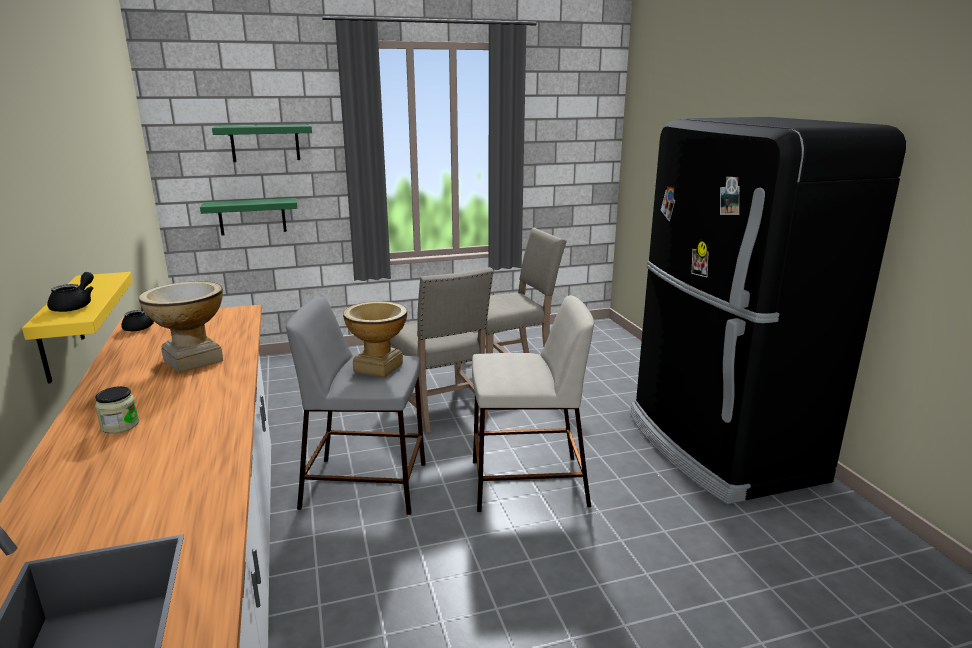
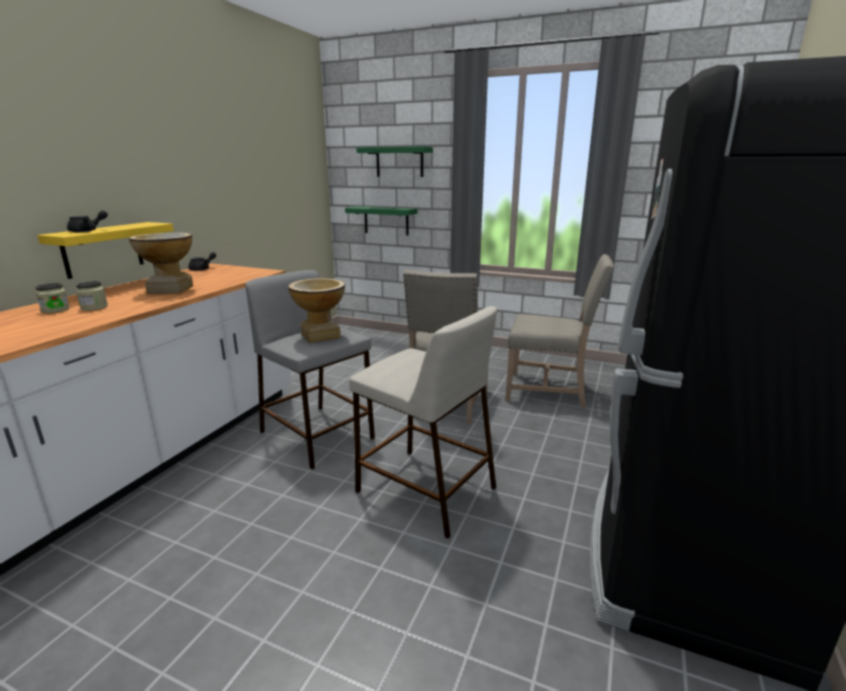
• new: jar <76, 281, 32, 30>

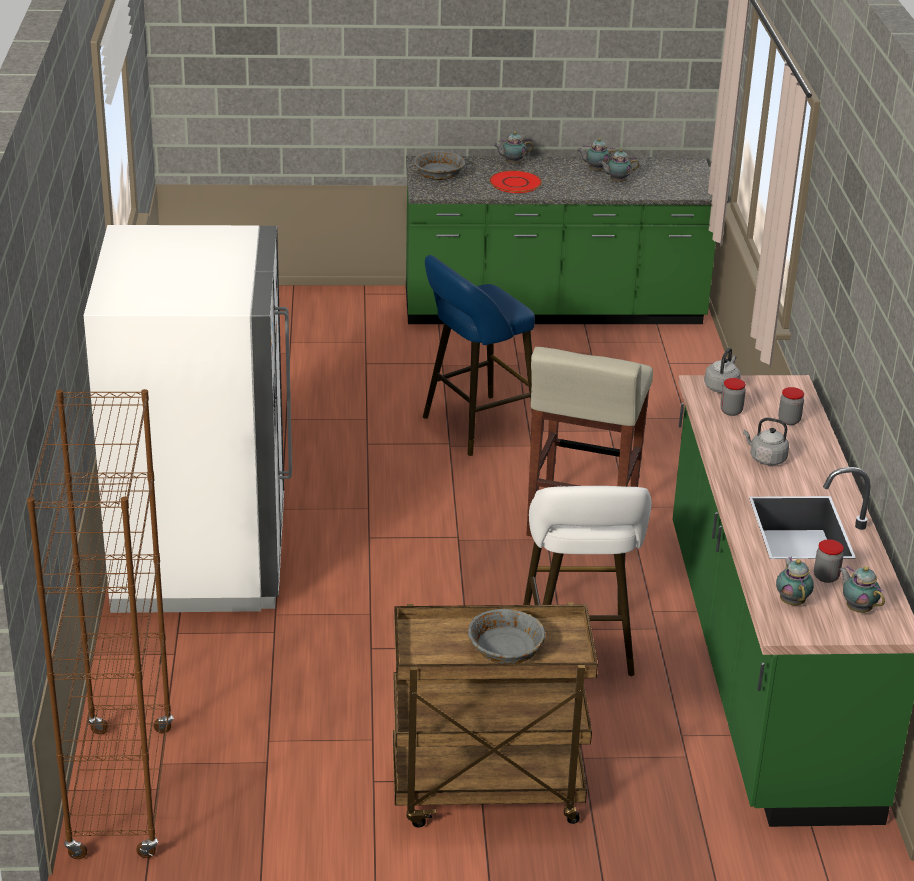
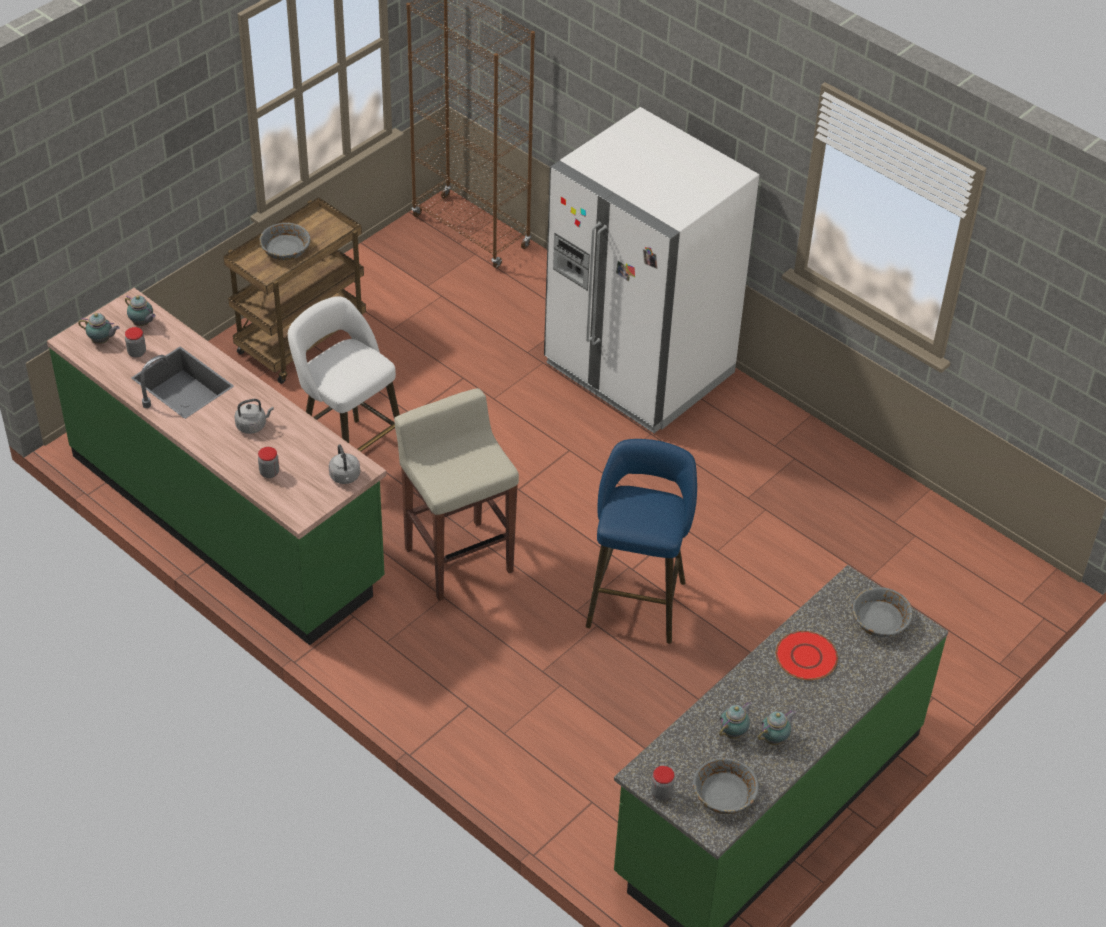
• shifted: jar <720, 378, 26, 38> to <651, 766, 24, 34>
• new: greyish bowl <693, 758, 66, 56>
• gone: pot for tea <494, 132, 40, 32>

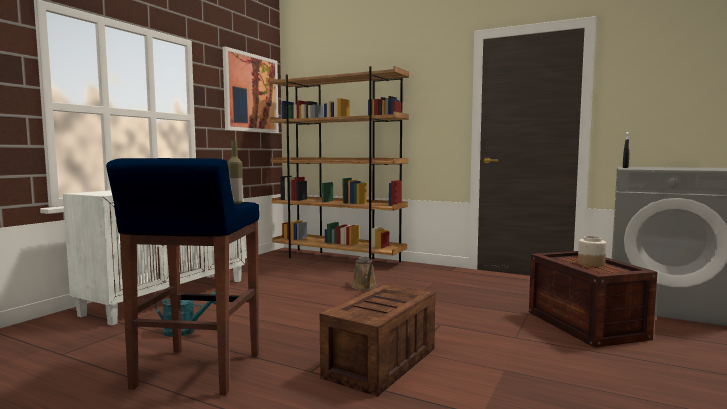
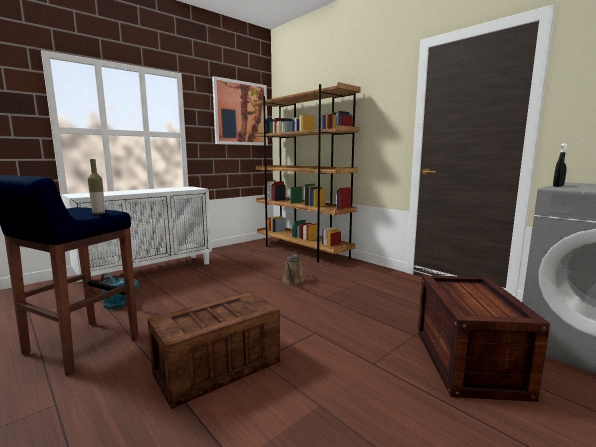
• gone: jar <578, 236, 28, 31>

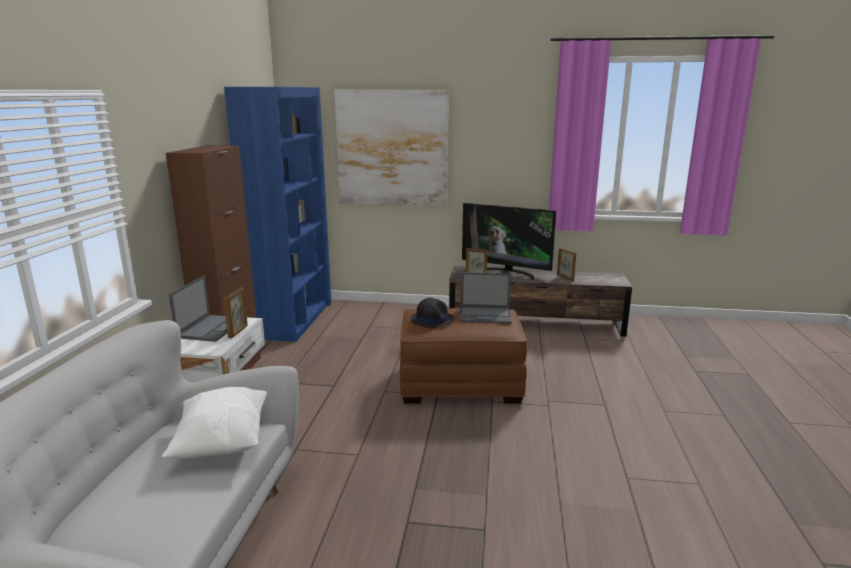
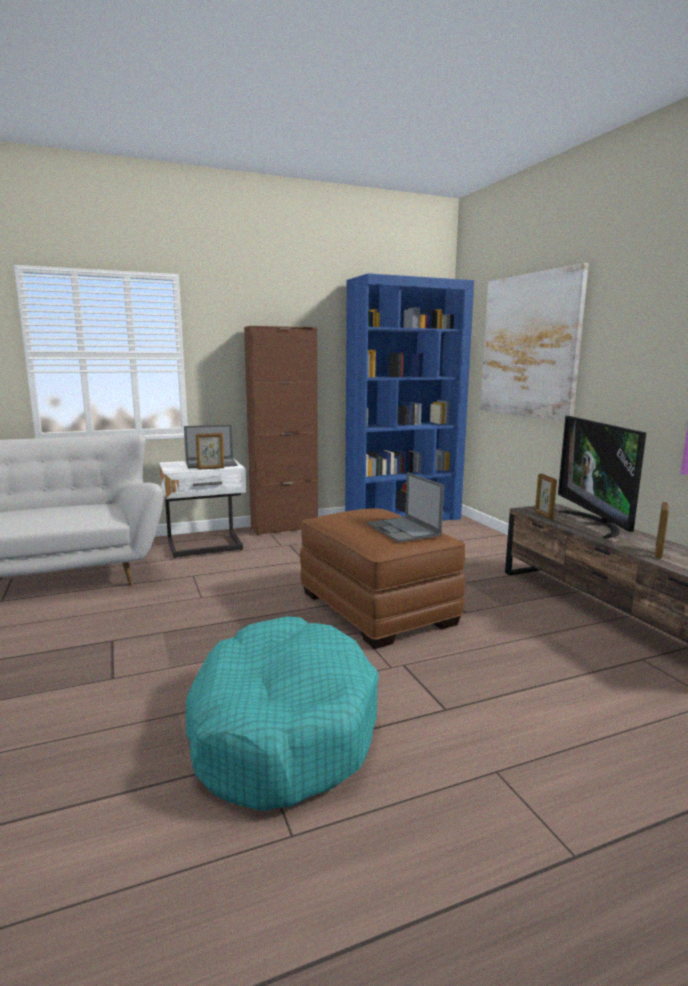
• new: turquoise-coloured dog bed <185, 616, 194, 195>
• gone: whitish throw pillow <162, 387, 105, 72>
• gone: black hat <410, 298, 44, 31>

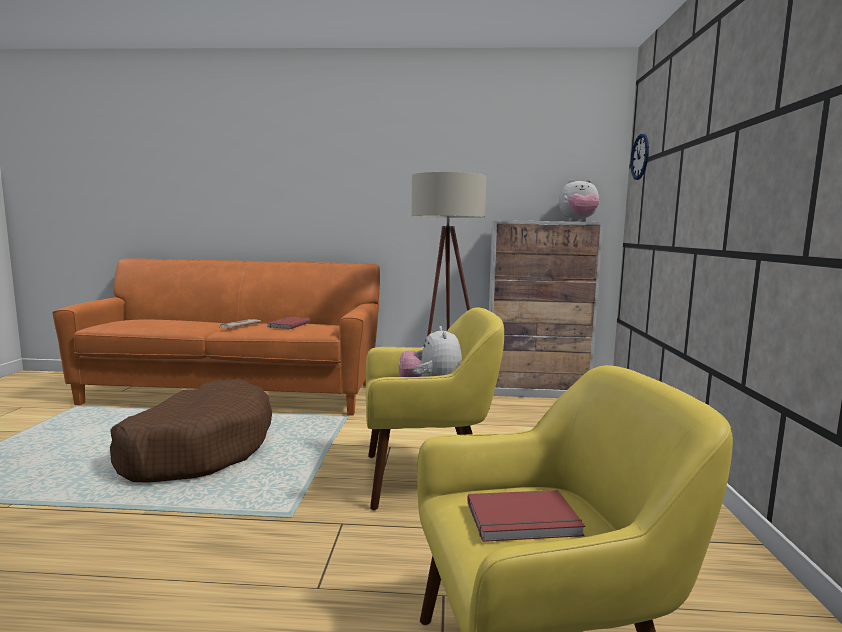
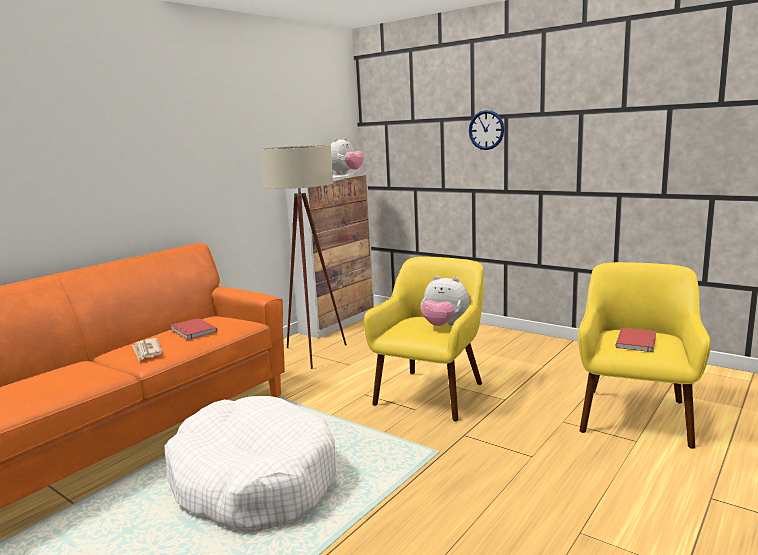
• repainted: brown-coloured dog bed <110, 379, 162, 104> to whitish dog bed <165, 396, 171, 136>
• shifted: clock on the wall <630, 134, 19, 46> to <469, 110, 35, 40>

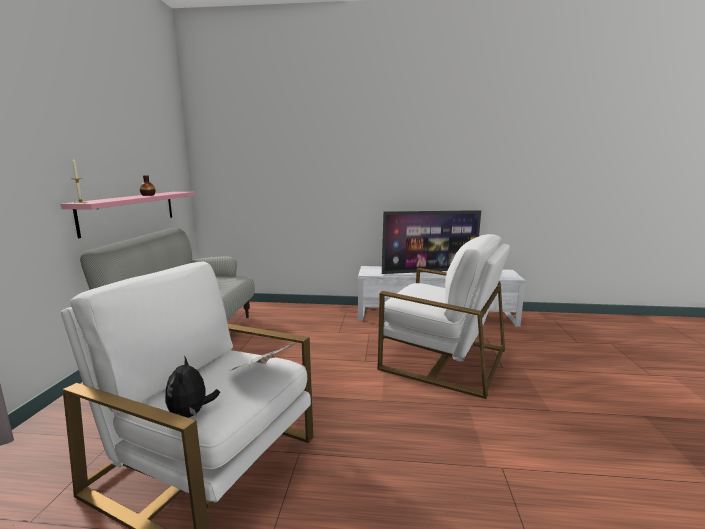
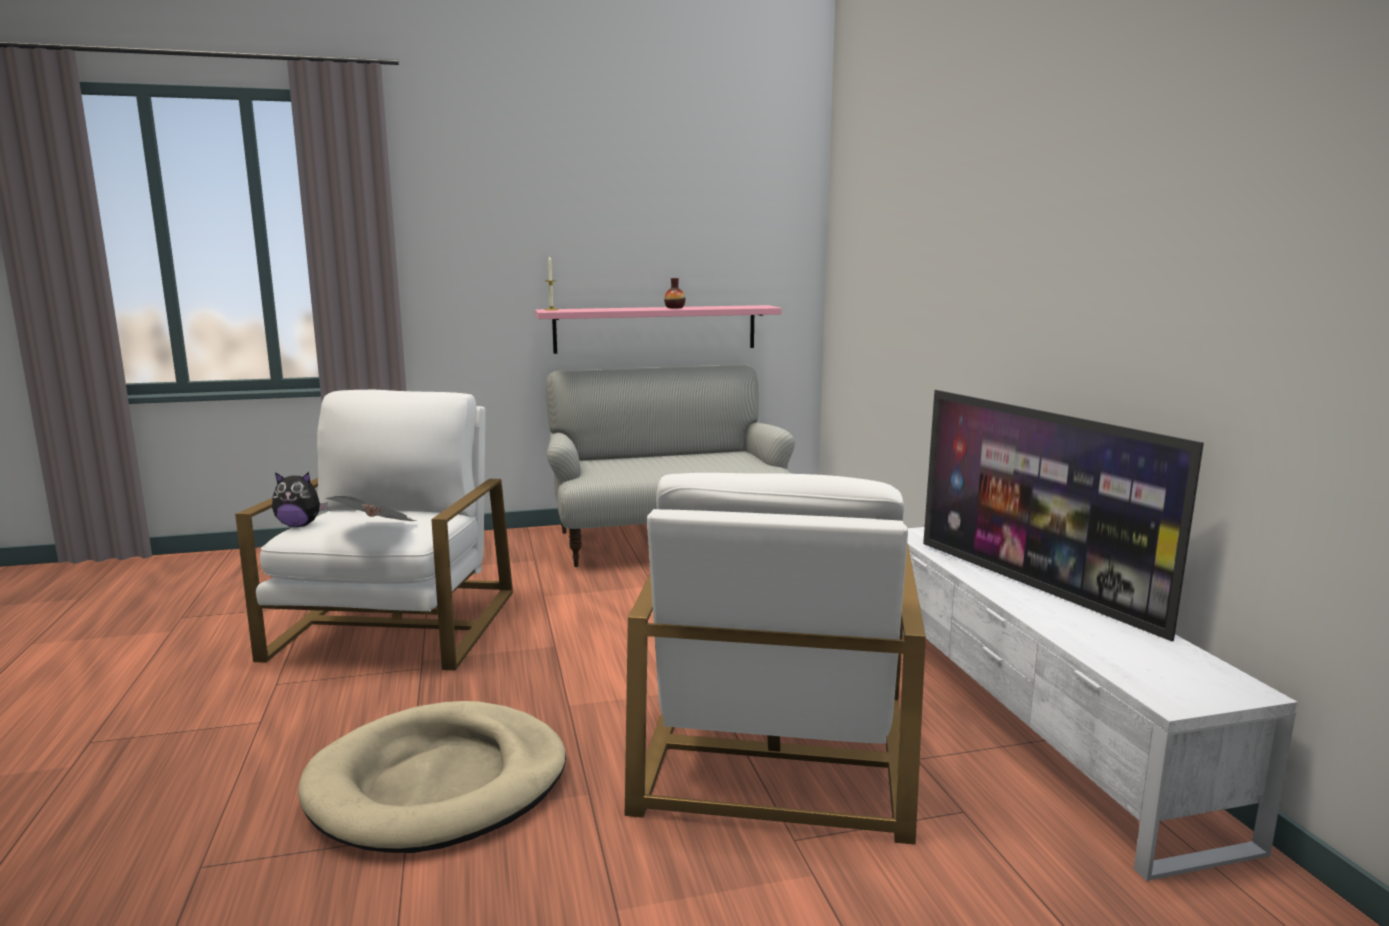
• rotated: cuddly toy <165, 356, 55, 62> = <272, 472, 56, 55> 150 degrees counterclockwise
• new: sand-coloured dog bed <298, 701, 268, 152>

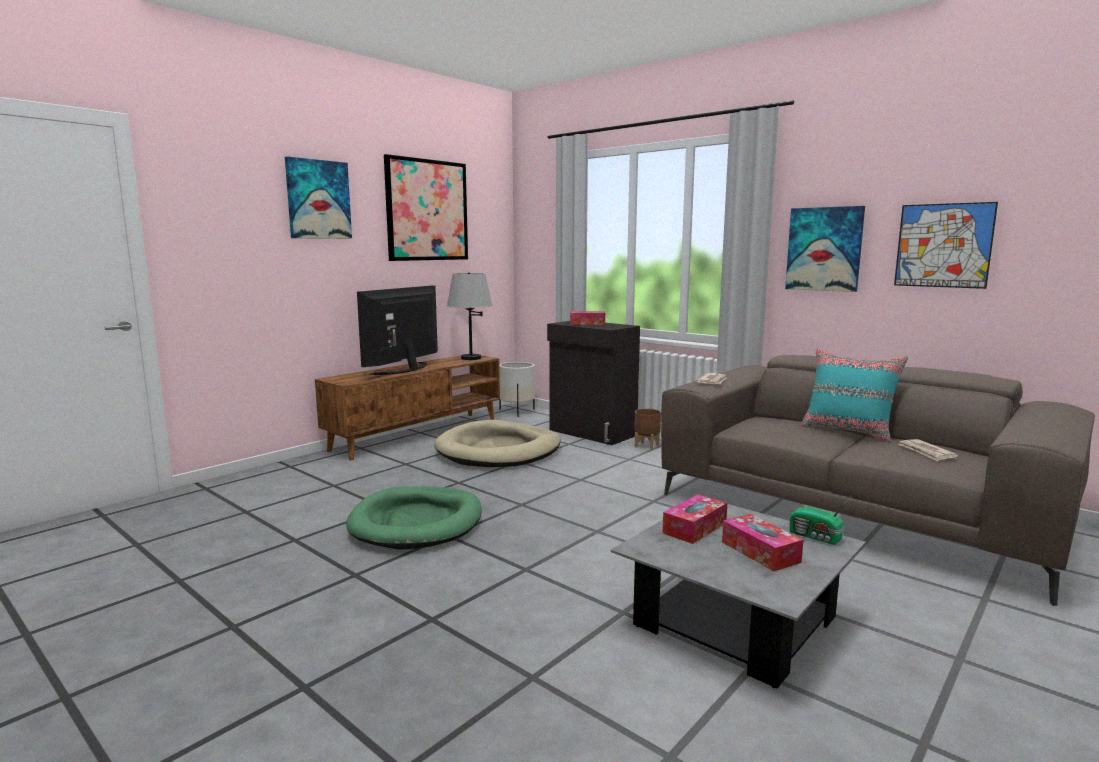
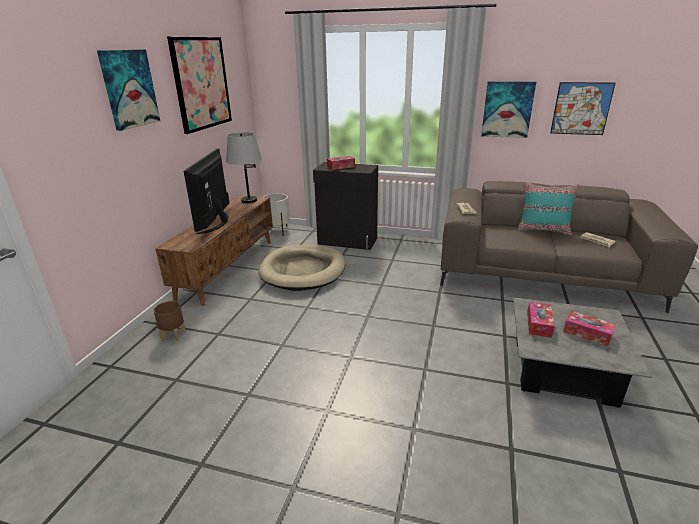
• shifted: brown-coloured flower pot <634, 409, 27, 41> to <153, 301, 33, 41>
• gone: green-coloured dog bed <346, 486, 136, 64>
• gone: radio <789, 496, 62, 49>

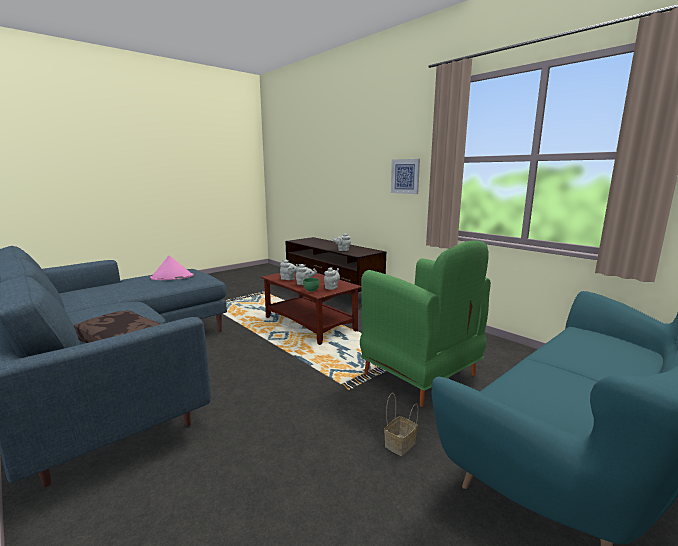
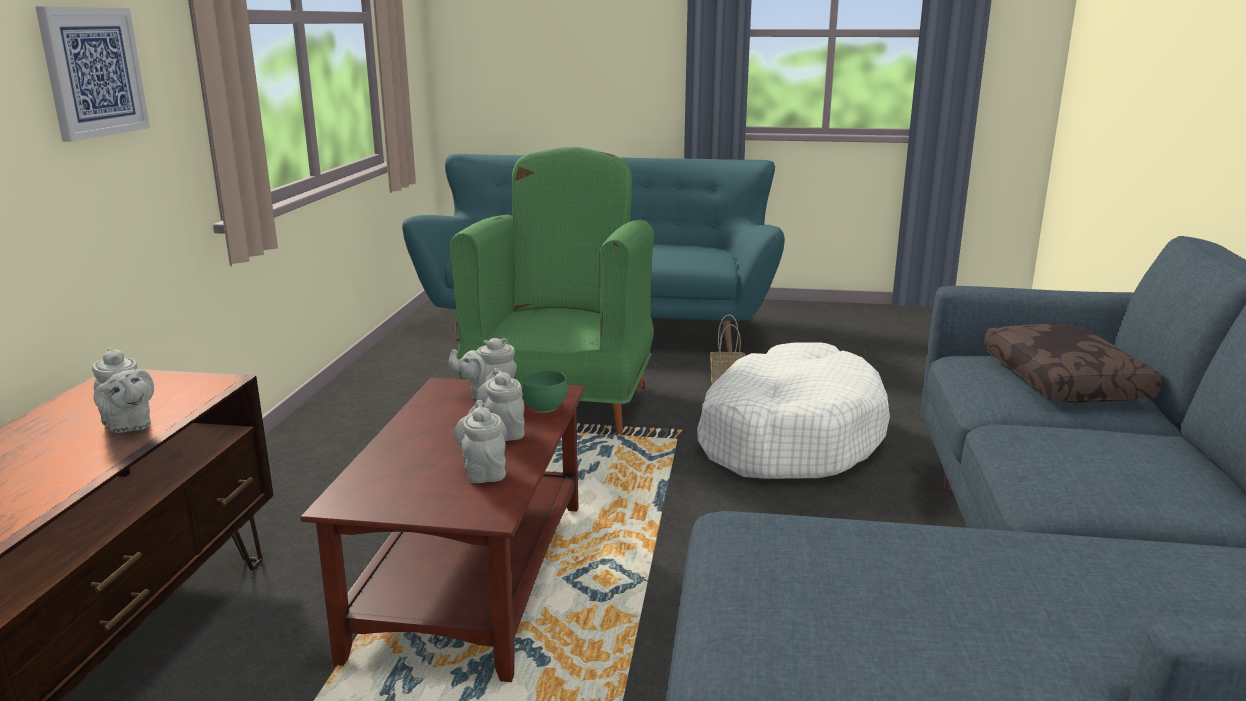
• new: whitish dog bed <697, 343, 193, 136>
• gone: pink-coloured hat <150, 255, 44, 25>

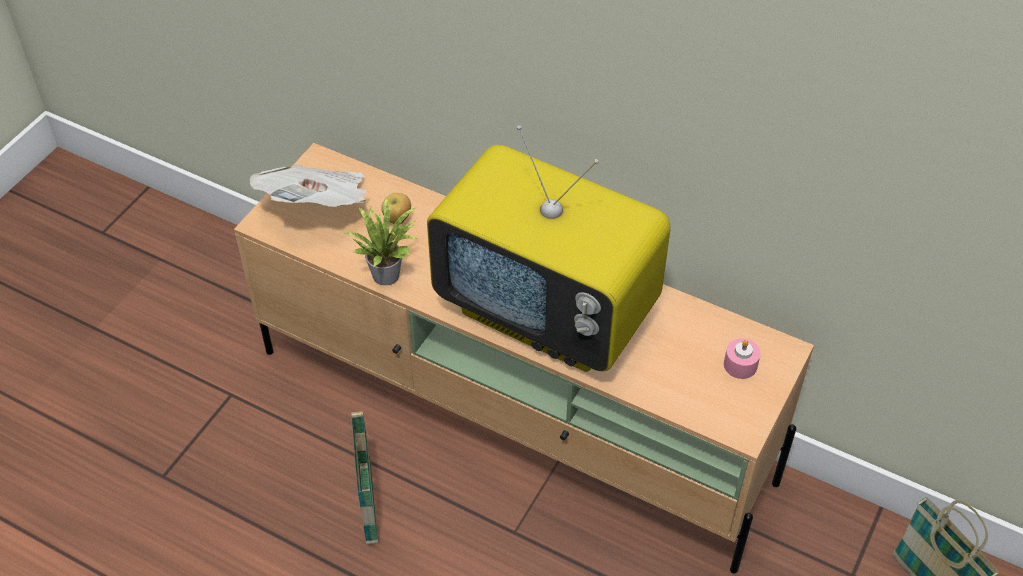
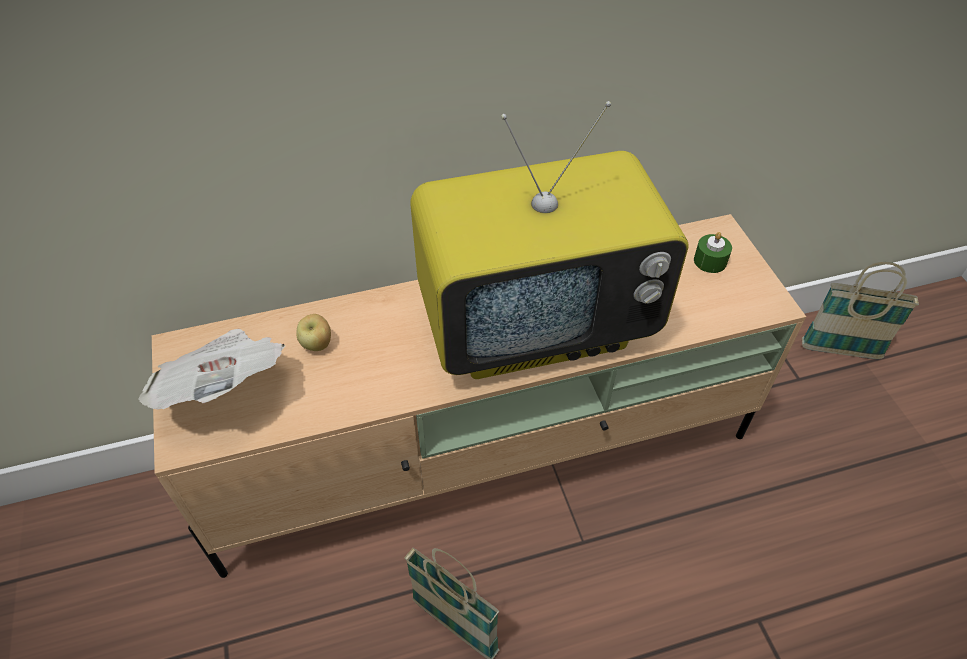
• repainted: pink-coloured candle <724, 338, 37, 41> to green-coloured candle <694, 232, 38, 41>
• gone: potted plant <345, 197, 74, 88>

